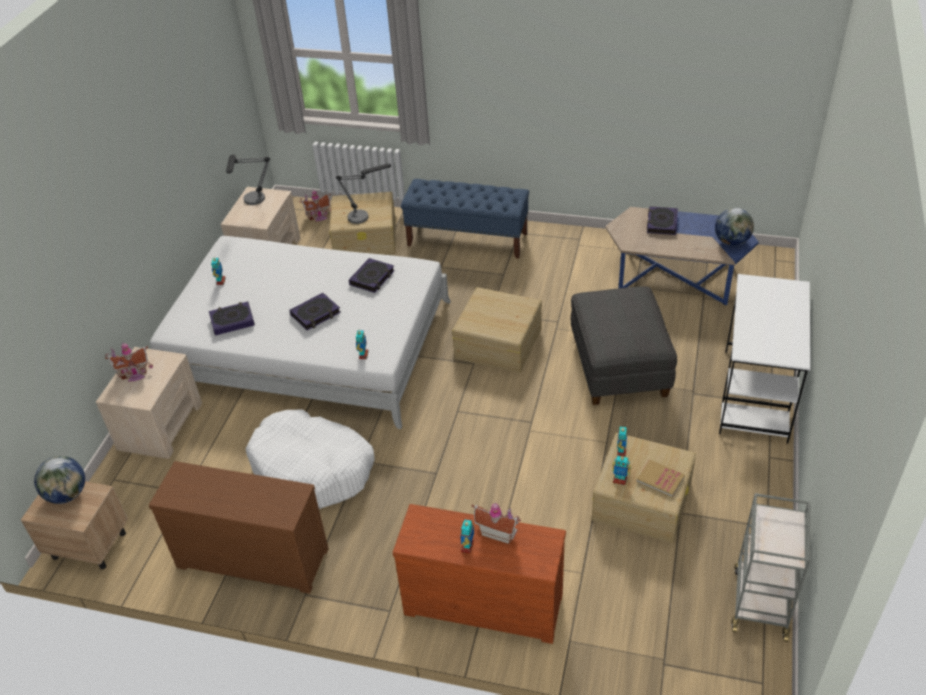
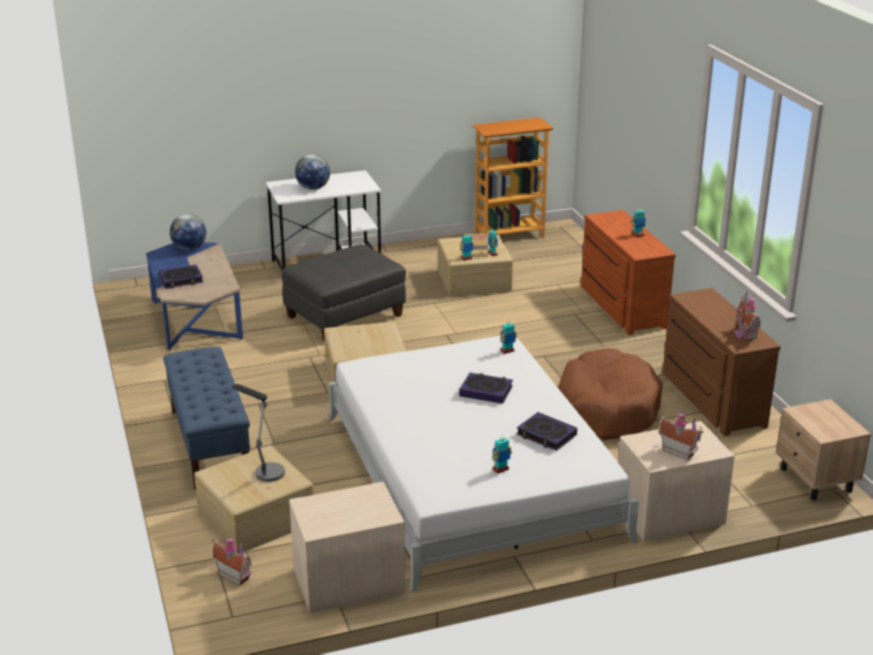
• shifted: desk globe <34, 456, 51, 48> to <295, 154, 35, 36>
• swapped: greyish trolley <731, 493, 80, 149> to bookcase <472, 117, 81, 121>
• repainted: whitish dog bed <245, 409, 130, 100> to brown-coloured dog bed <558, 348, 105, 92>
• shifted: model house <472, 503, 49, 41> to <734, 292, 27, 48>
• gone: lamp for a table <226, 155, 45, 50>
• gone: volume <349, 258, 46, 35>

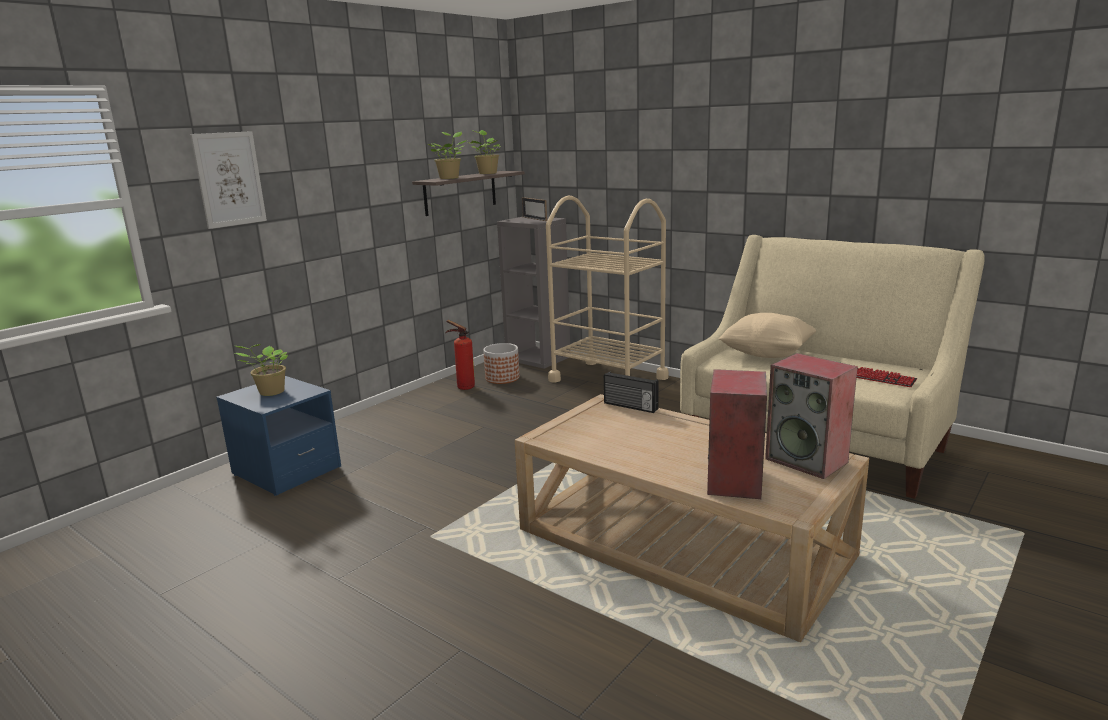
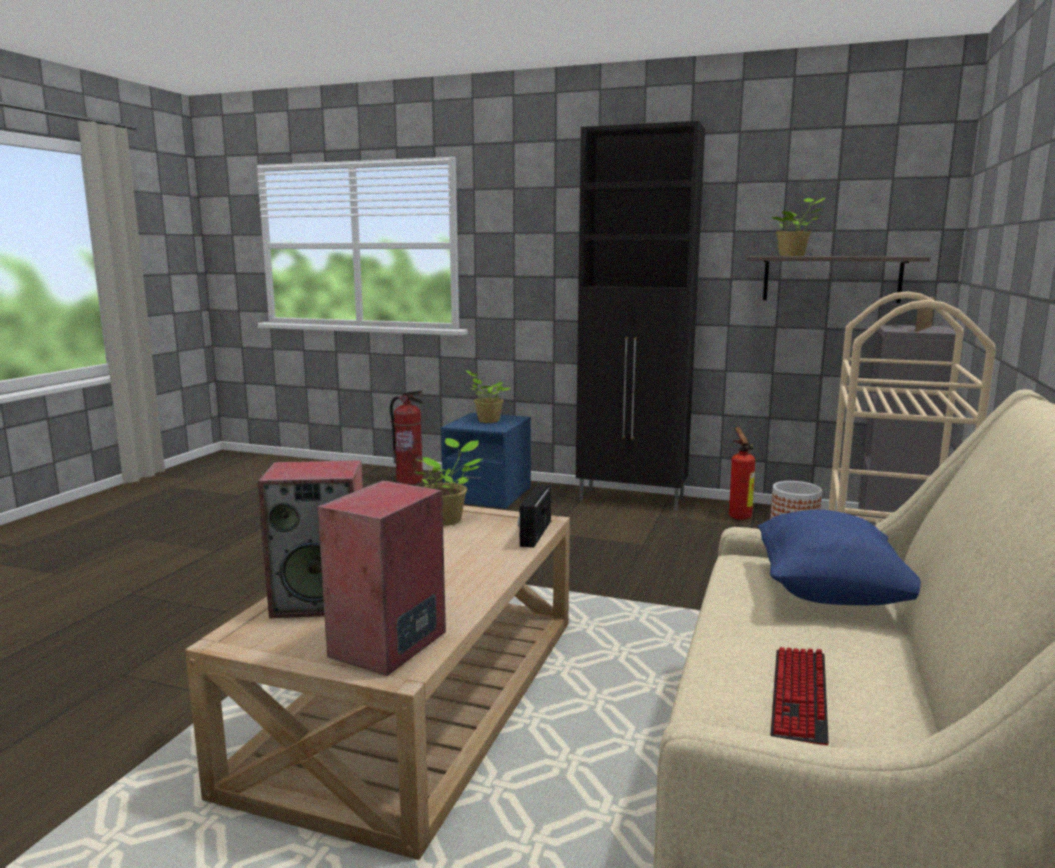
• new: extinguisher <390, 390, 34, 95>
• shifted: potted plant <467, 130, 34, 44> to <414, 438, 69, 88>
• new: black cupboard <576, 121, 129, 390>
• repainted: sand-coloured throw pillow <718, 313, 98, 45> to bluish throw pillow <758, 510, 163, 95>
• gone: picture <190, 131, 77, 98>

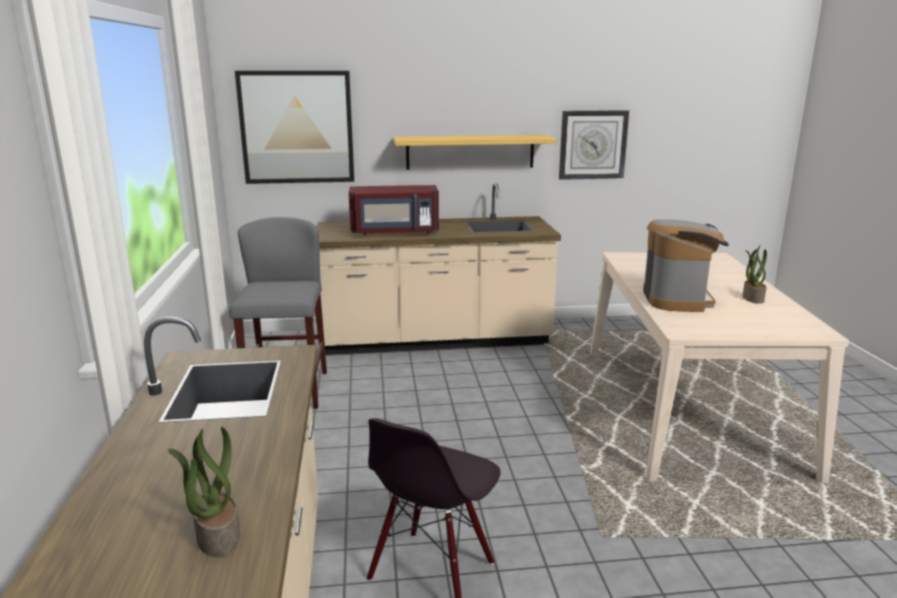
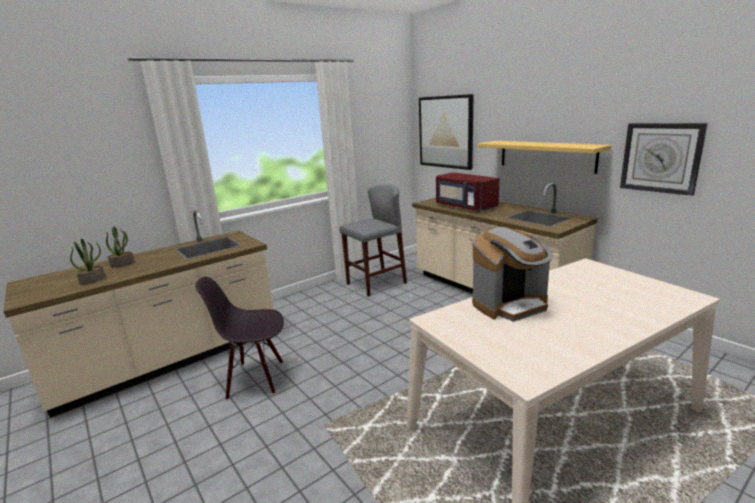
• shifted: potted plant <743, 245, 24, 59> to <106, 226, 29, 42>

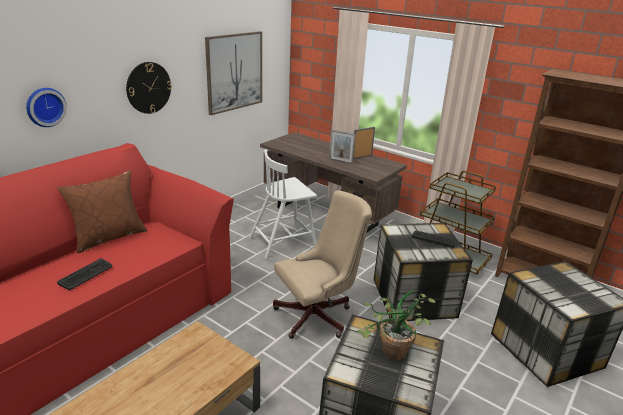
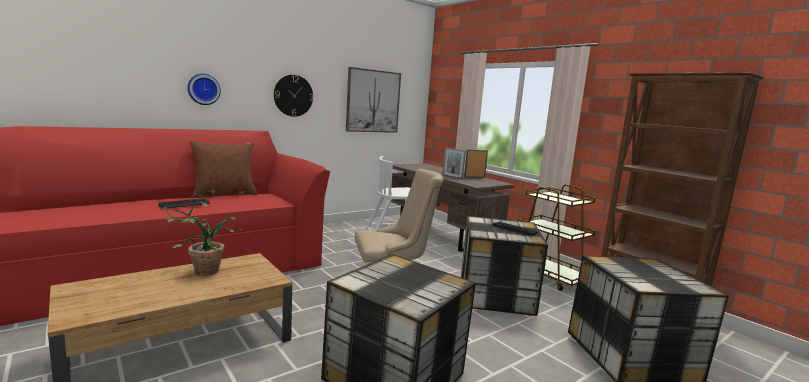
• shifted: potted plant <357, 290, 78, 70> to <162, 202, 80, 74>

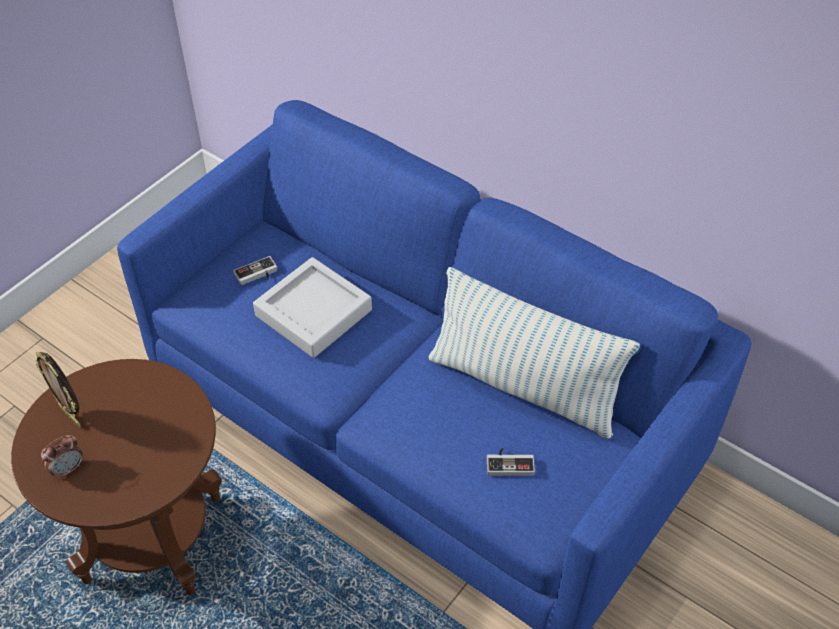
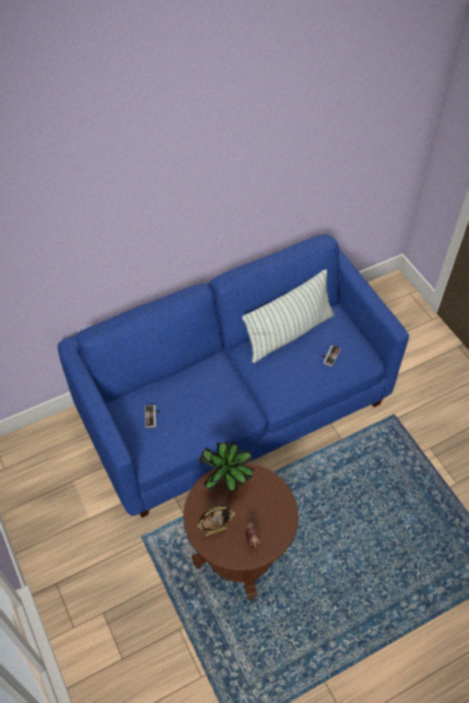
• new: potted plant <198, 441, 56, 51>
• gone: greyish carrying tray <253, 257, 119, 101>

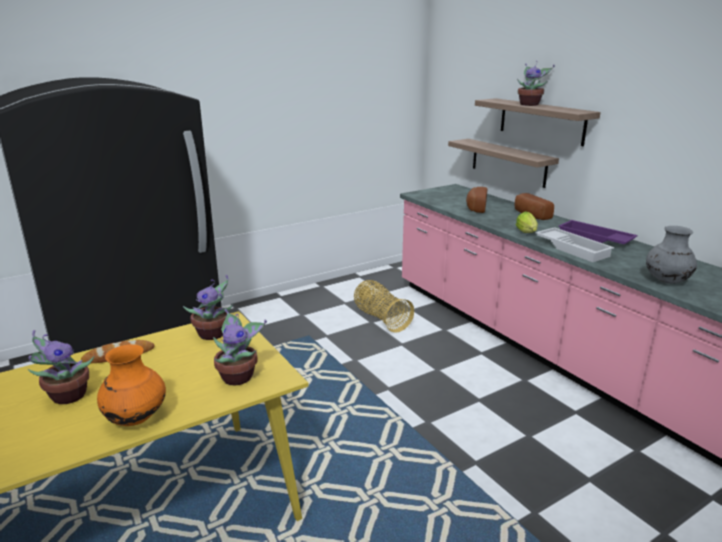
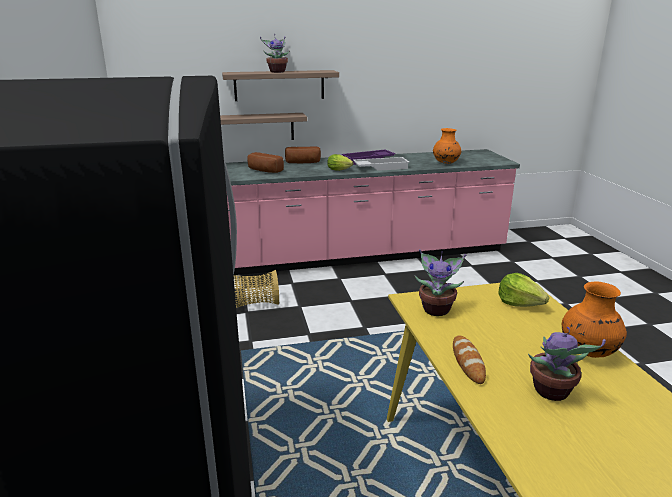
• repainted: greyish decorative vase <646, 226, 51, 58> to orange-coloured decorative vase <433, 128, 28, 36>
• swapped: potted plant <213, 309, 54, 77> to lettuce head <499, 273, 50, 34>

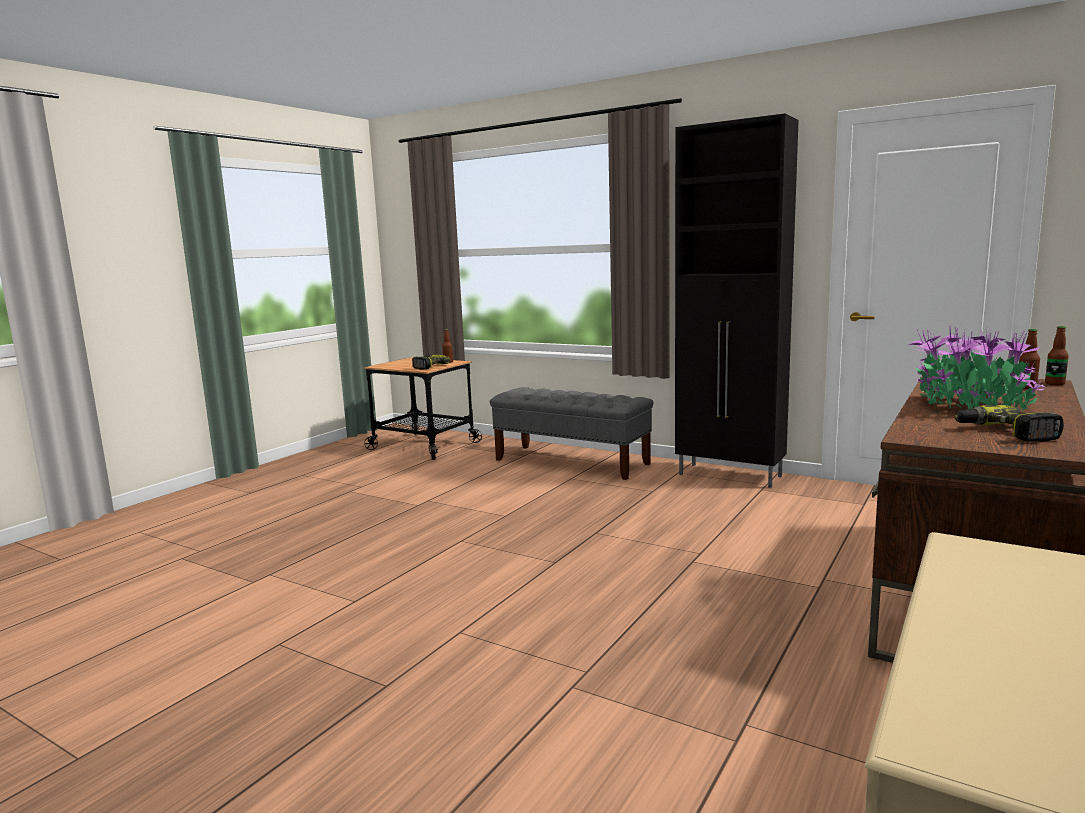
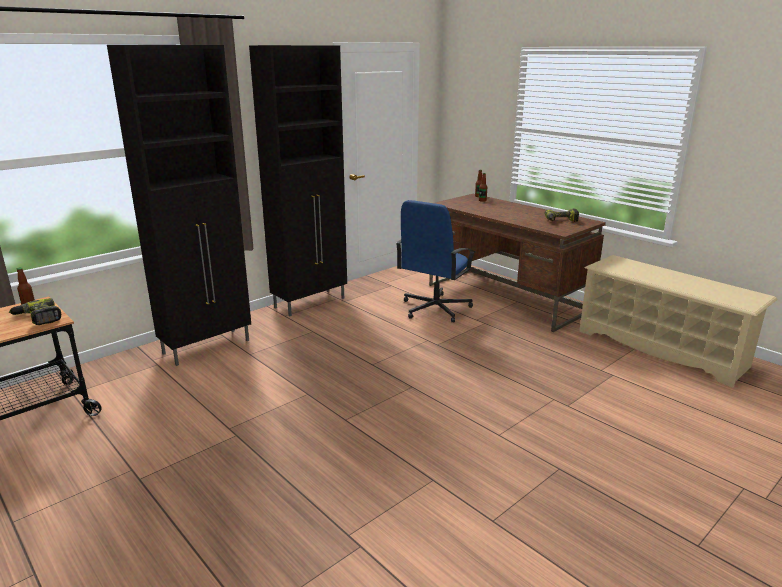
• swapped: greyish long seat <490, 387, 163, 93> to black cupboard <107, 45, 144, 321>
• new: bluish computer chair <396, 200, 79, 123>
• gone: potted plant <908, 327, 137, 85>

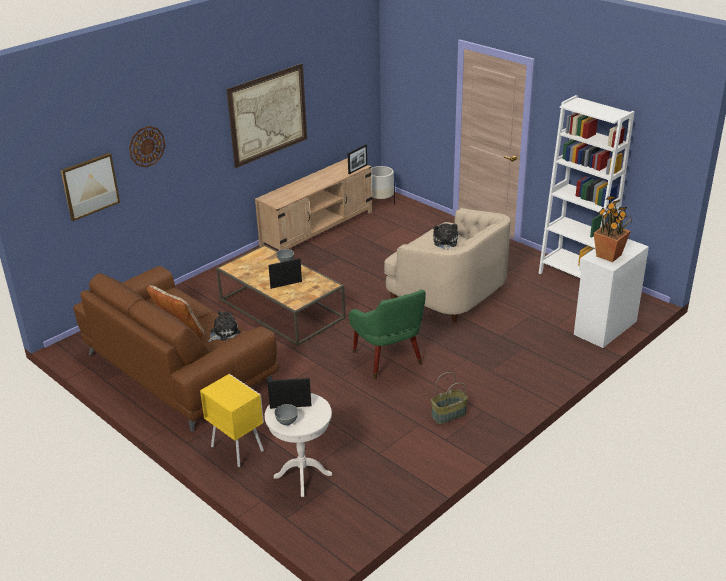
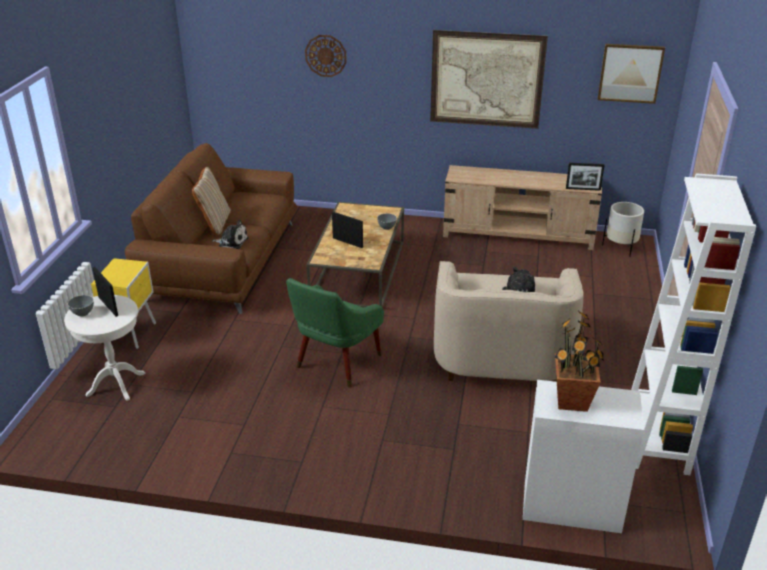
• shifted: picture <61, 153, 59, 68> to <598, 44, 67, 60>
• gone: basket <431, 372, 37, 52>

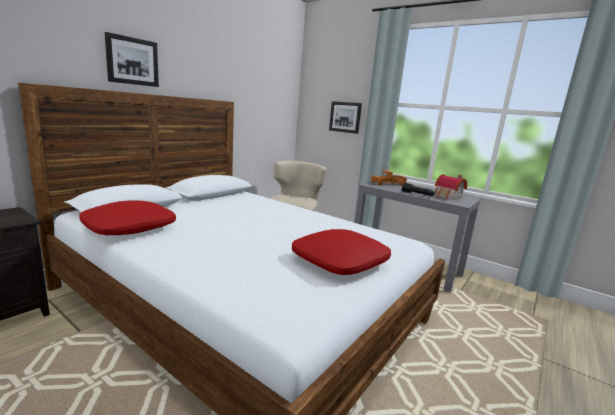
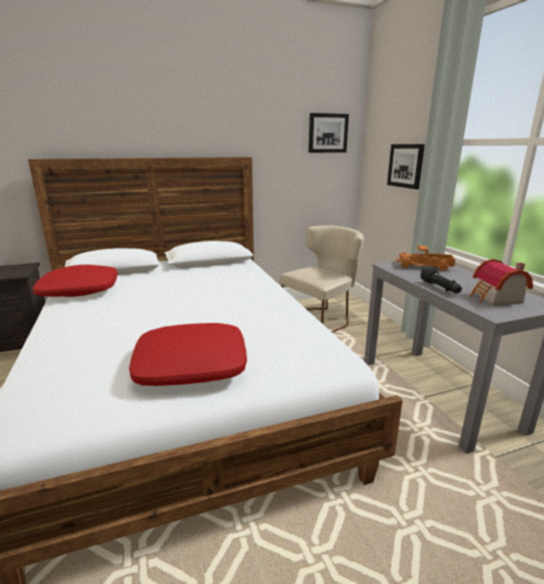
• shifted: picture <105, 32, 54, 55> to <309, 113, 40, 40>

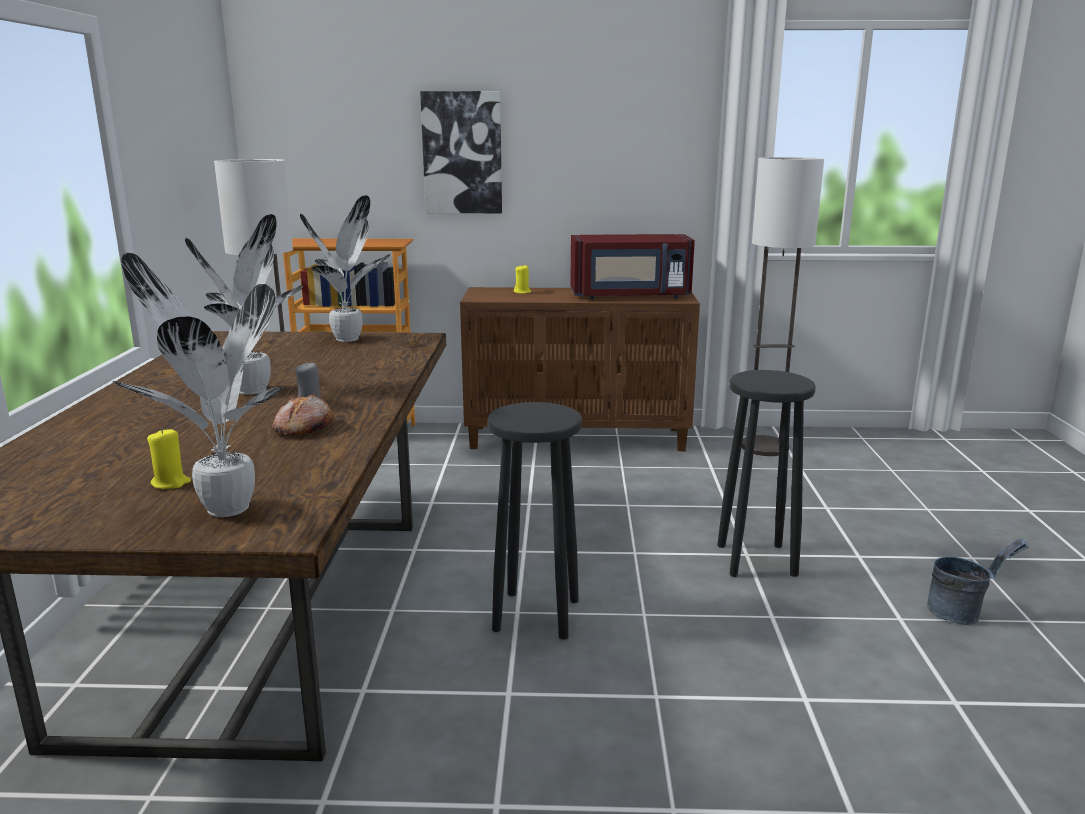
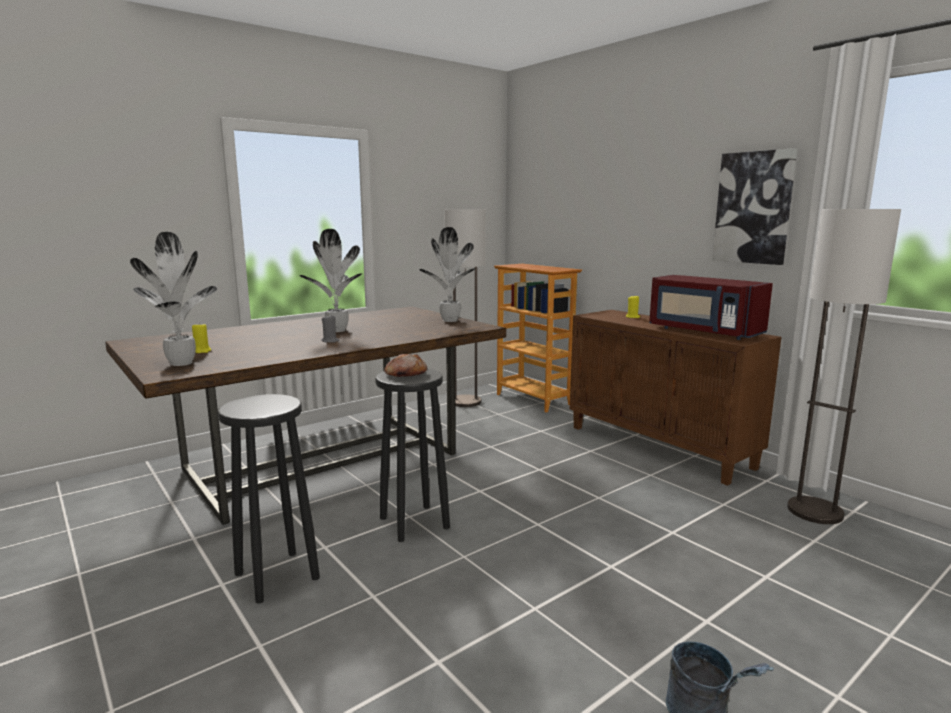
• shifted: black sitting stool <717, 370, 99, 207> to <218, 394, 102, 210>
• shifted: bakery bread <272, 393, 62, 42> to <384, 354, 43, 23>
• shifted: picture <420, 91, 82, 122> to <712, 148, 85, 117>

